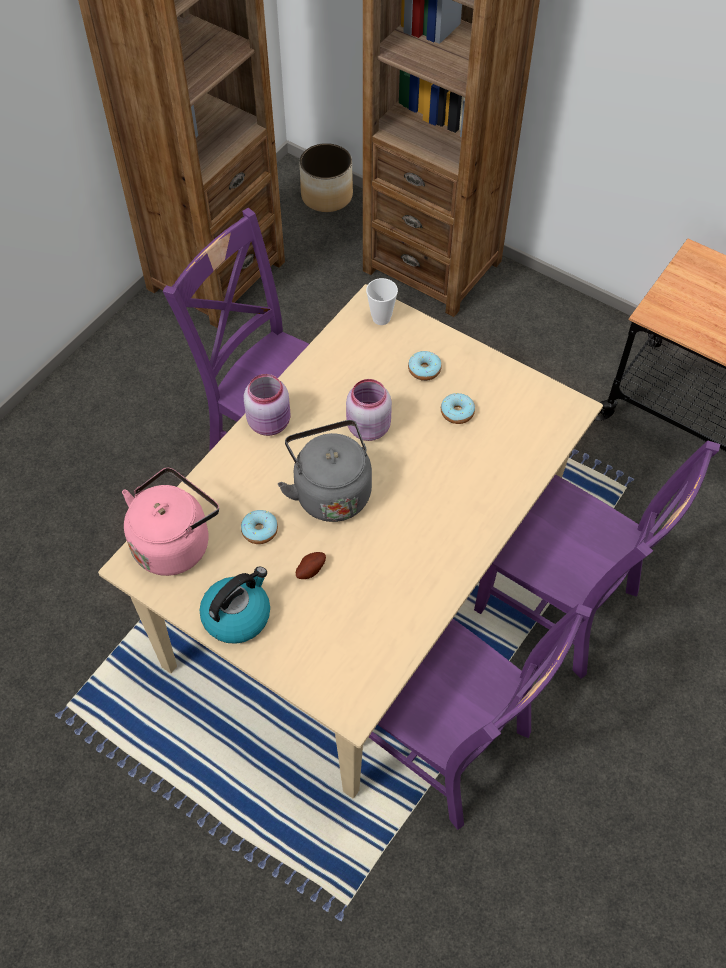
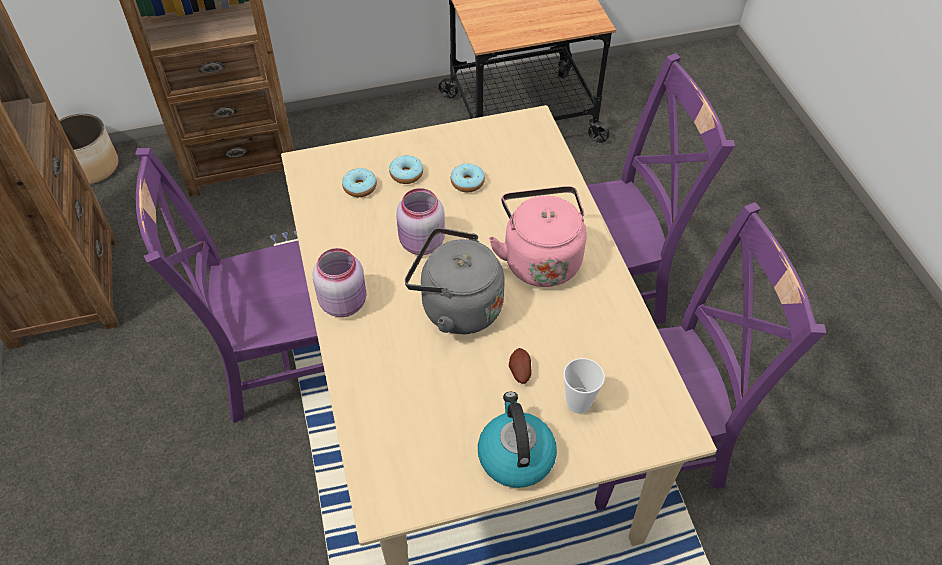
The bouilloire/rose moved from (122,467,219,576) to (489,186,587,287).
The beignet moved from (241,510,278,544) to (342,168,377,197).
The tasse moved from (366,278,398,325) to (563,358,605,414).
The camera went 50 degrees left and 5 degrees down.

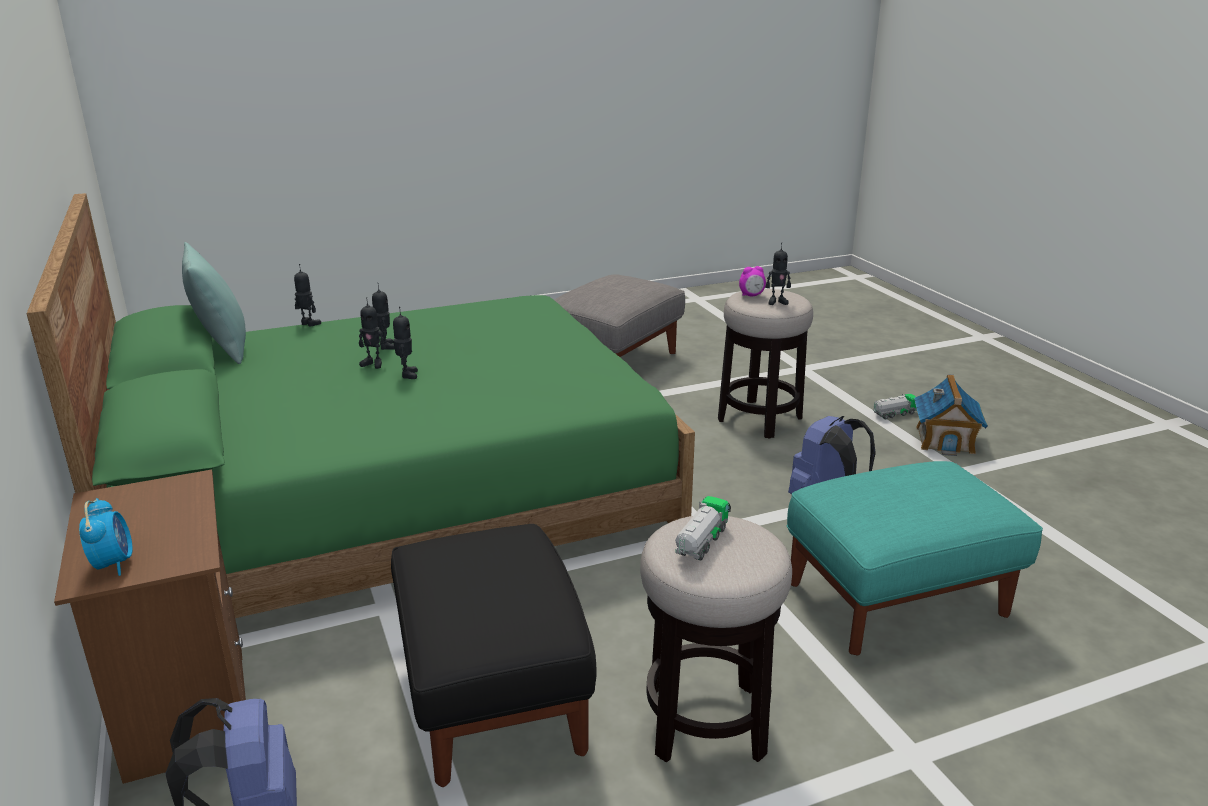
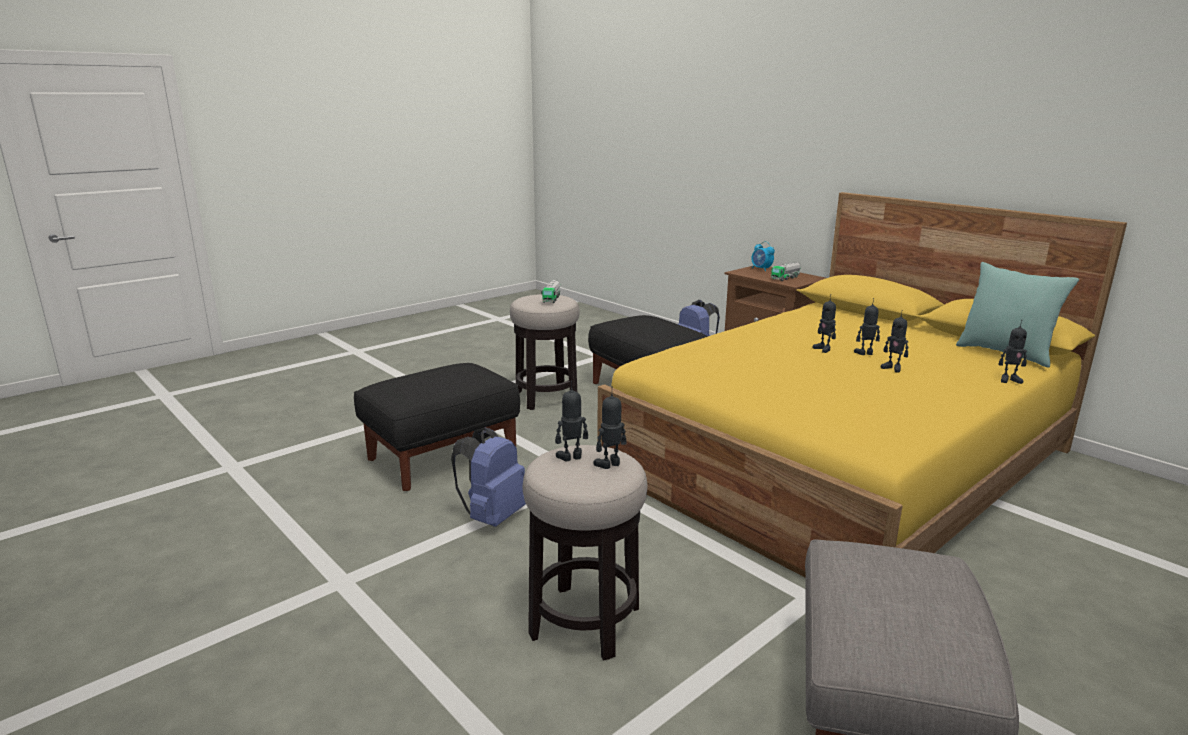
The maison miniature at (914,374,988,456) disappeared.
The camion jouet moved from (873,394,917,420) to (771,262,801,281).
The réveil at (739,266,766,296) was replaced by the robot jouet at (593,386,626,469).
The lit/vert at (27,193,695,618) became the lit/jaune at (597,192,1127,577).
The pouf/turquoise at (787,461,1043,655) became the pouf/noir at (354,363,520,491).
The camera went 160 degrees right and 5 degrees down.

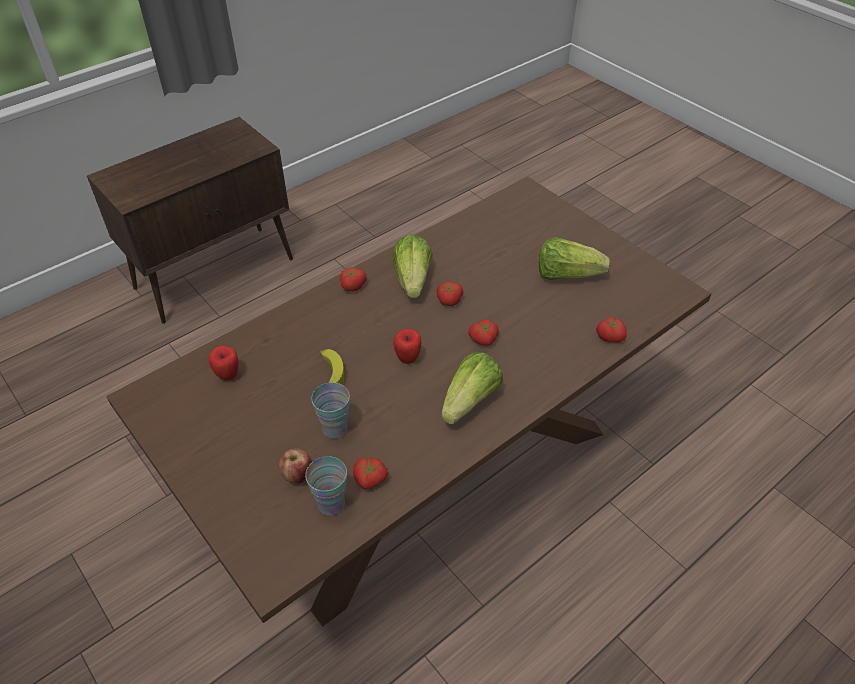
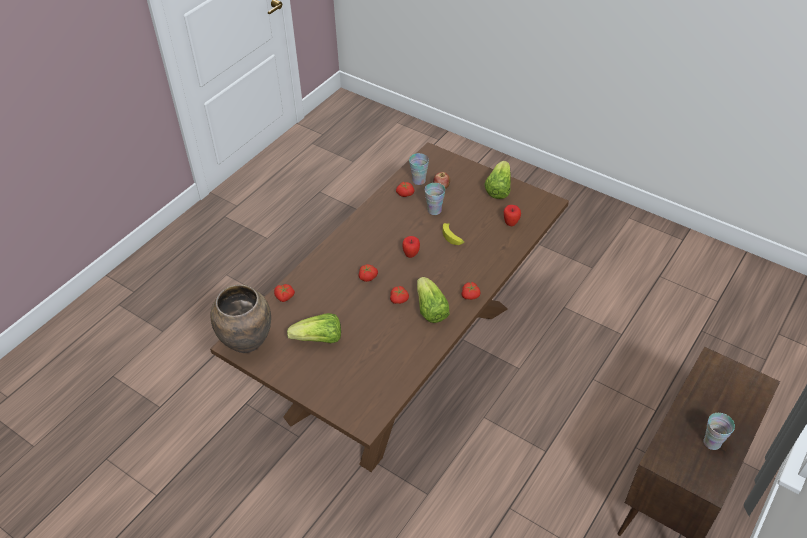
The vase/marron at (211,285,271,353) appeared.
The tasse at (703,413,735,450) appeared.
The laitue moved from (441,352,503,424) to (484,161,511,199).
The camera went 165 degrees right and 0 degrees up.

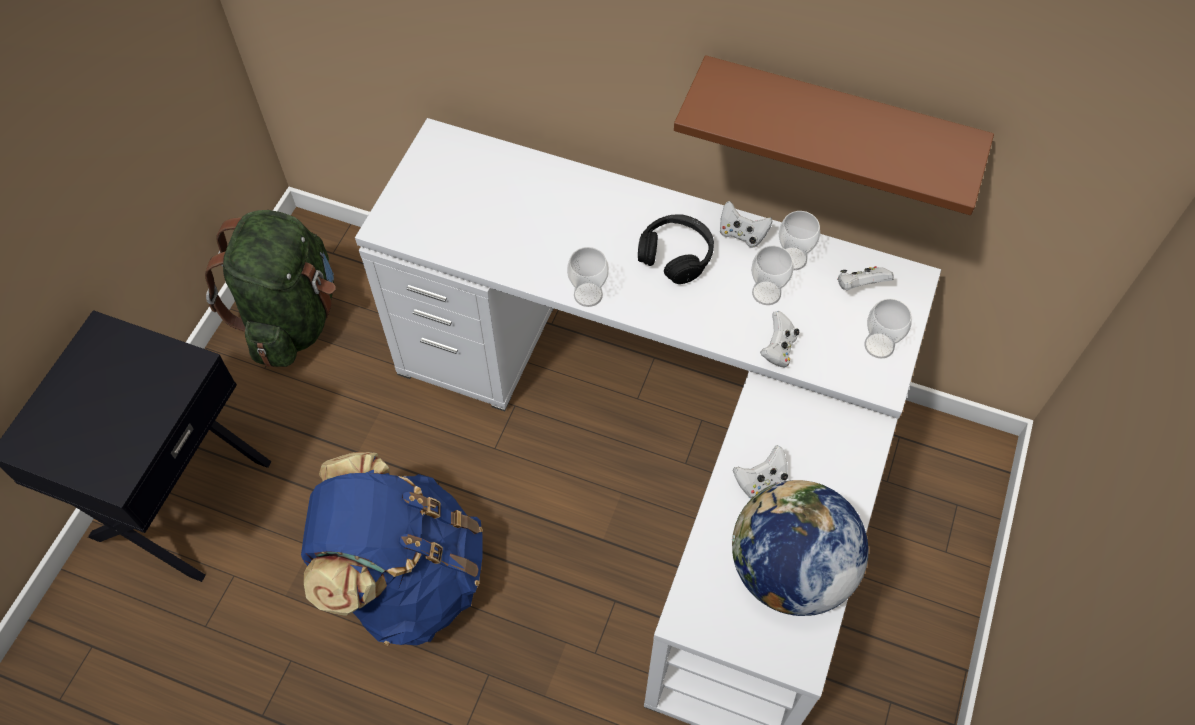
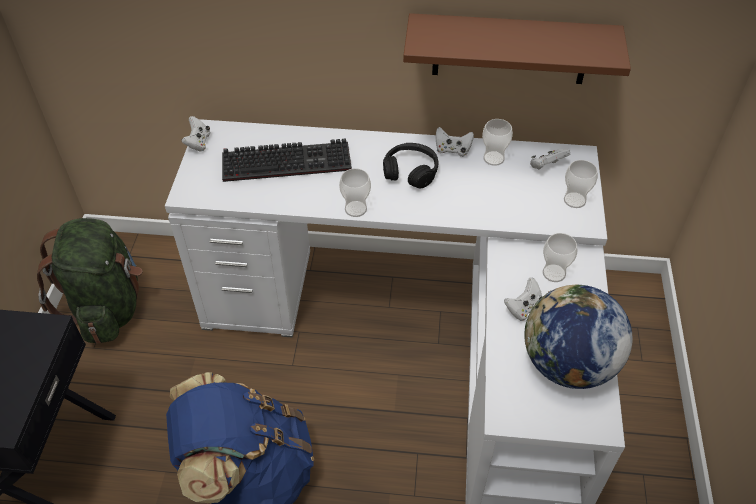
The clavier at (222,138,352,182) appeared.
The tasse moved from (751,246,794,305) to (543,233,577,282).
The manette/blanc moved from (760,311,799,368) to (181,116,210,151).
The camera went 15 degrees left and 10 degrees down.

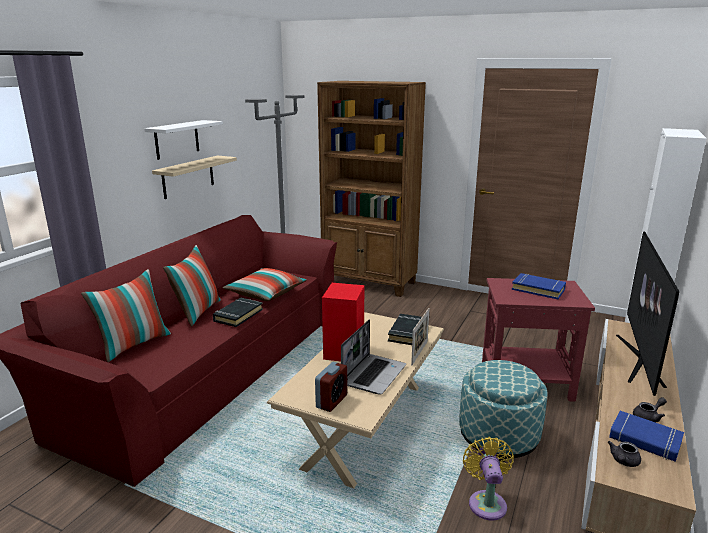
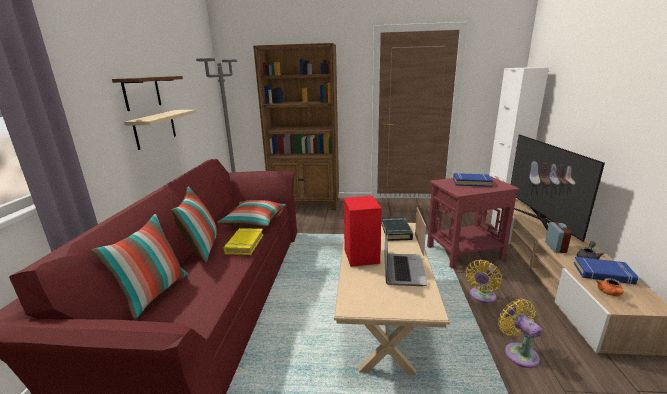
The réveil moved from (315,362,347,412) to (545,222,572,253).
The pouf at (459,360,547,462) was replaced by the ventilateur/jaune at (466,260,502,303).
The étagère/blanc at (144,120,223,160) became the étagère/marron at (112,76,183,111).
The livre/noir at (213,298,263,327) became the livre/jaune at (224,228,263,255).
The théière/gris at (608,441,641,467) became the théière/orange at (596,278,624,296).
The camera went 20 degrees left and 0 degrees up.

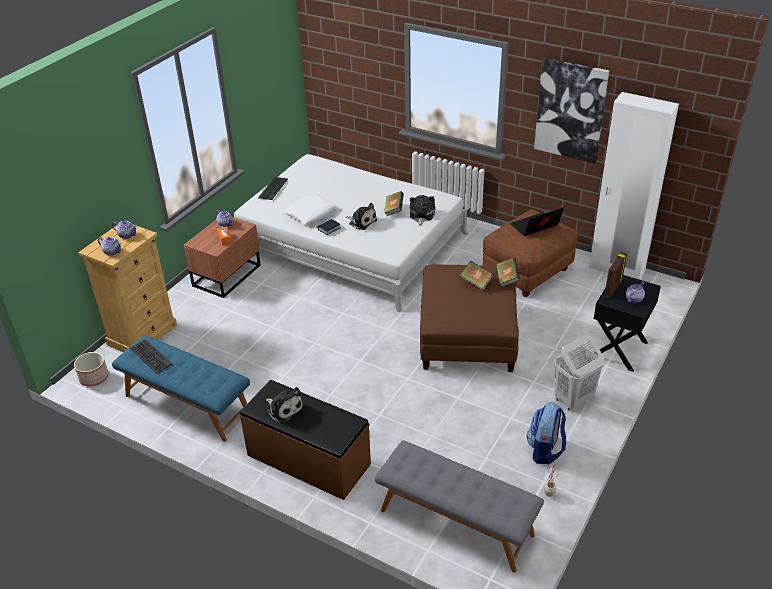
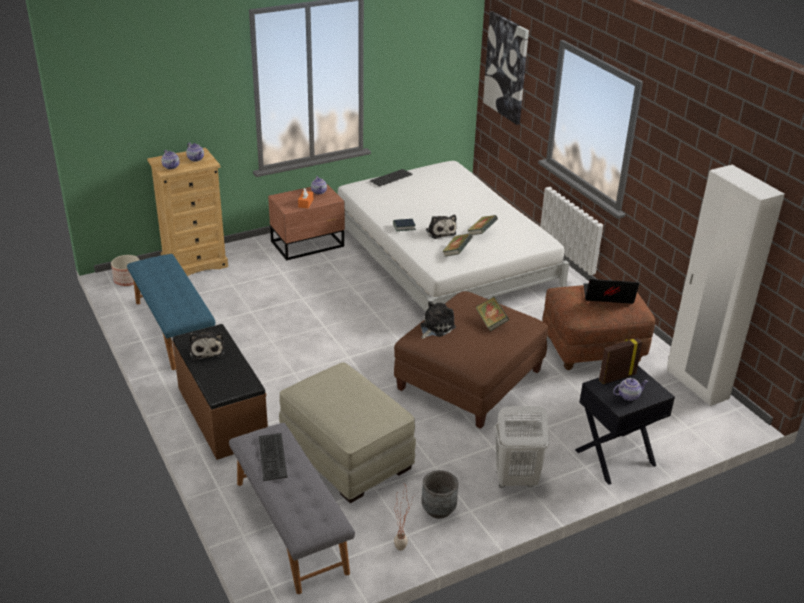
The coussin/blanc at (284,194,337,224) disappeared.
The pouf/beige at (279,362,416,503) appeared.
The clavier moved from (130,339,173,374) to (259,433,287,481).
The peluche moved from (410,195,435,226) to (420,301,456,339).
The livre moved from (496,257,520,287) to (442,234,473,257).
The tableau moved from (534,58,609,164) to (483,11,529,125).
The sac à dos at (527,402,566,464) was replaced by the cache-pot/gris at (422,470,458,519).
The camera went 30 degrees right and 5 degrees down.

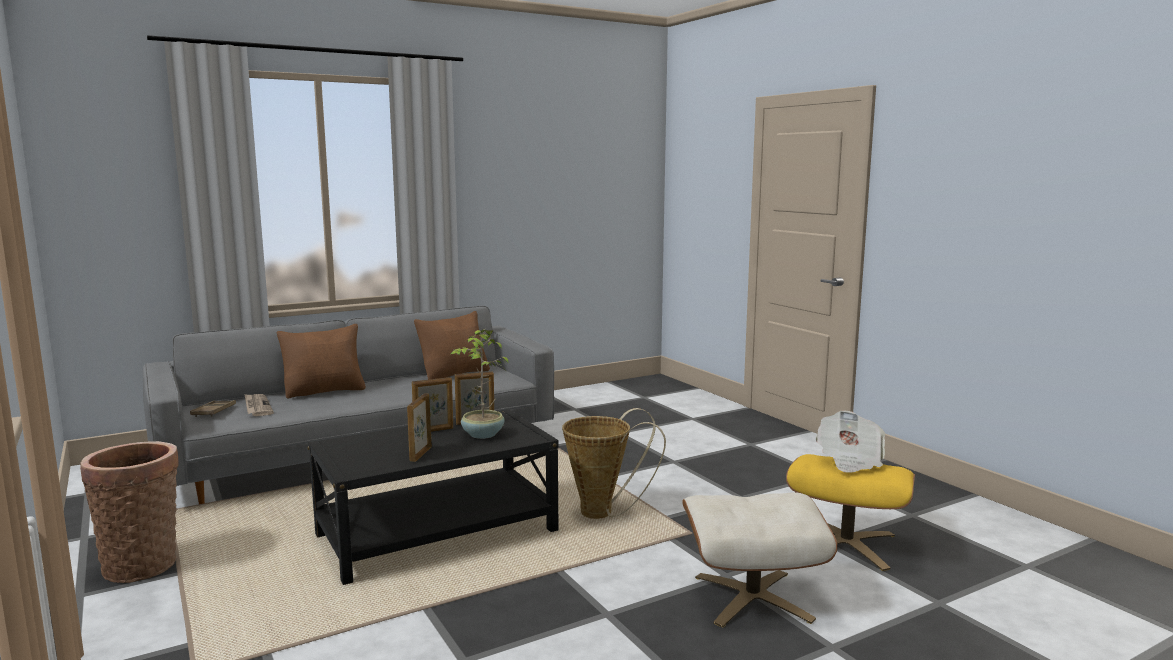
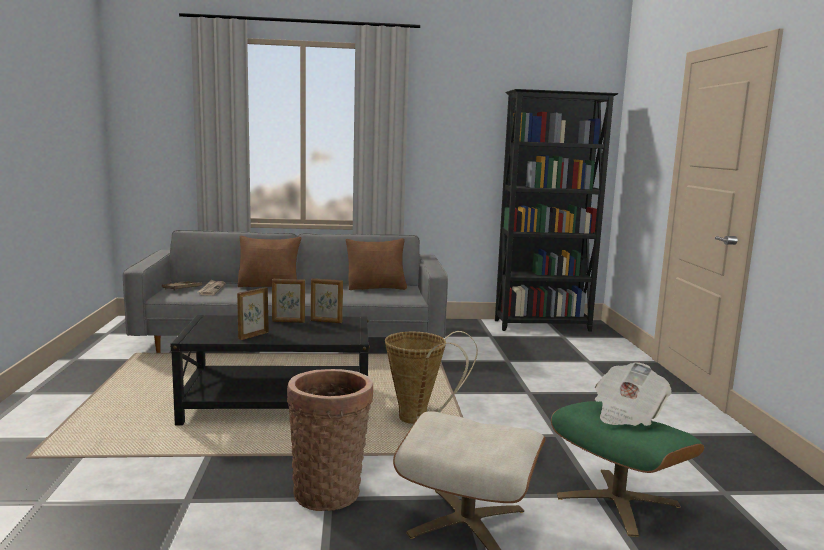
The plante en pot at (451,329,508,439) disappeared.
The bibliothèque/noir at (495,89,619,332) appeared.
The panier moved from (80,441,178,583) to (287,369,373,511).
The pouf/jaune at (786,454,915,571) became the pouf/vert at (551,401,704,537).
The camera went 25 degrees right and 0 degrees up.

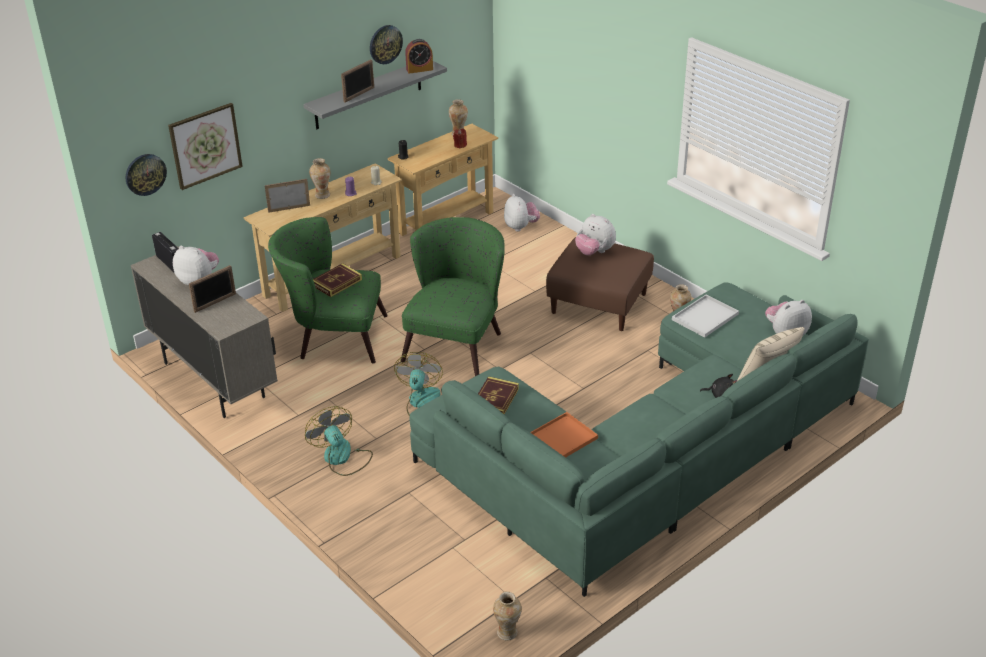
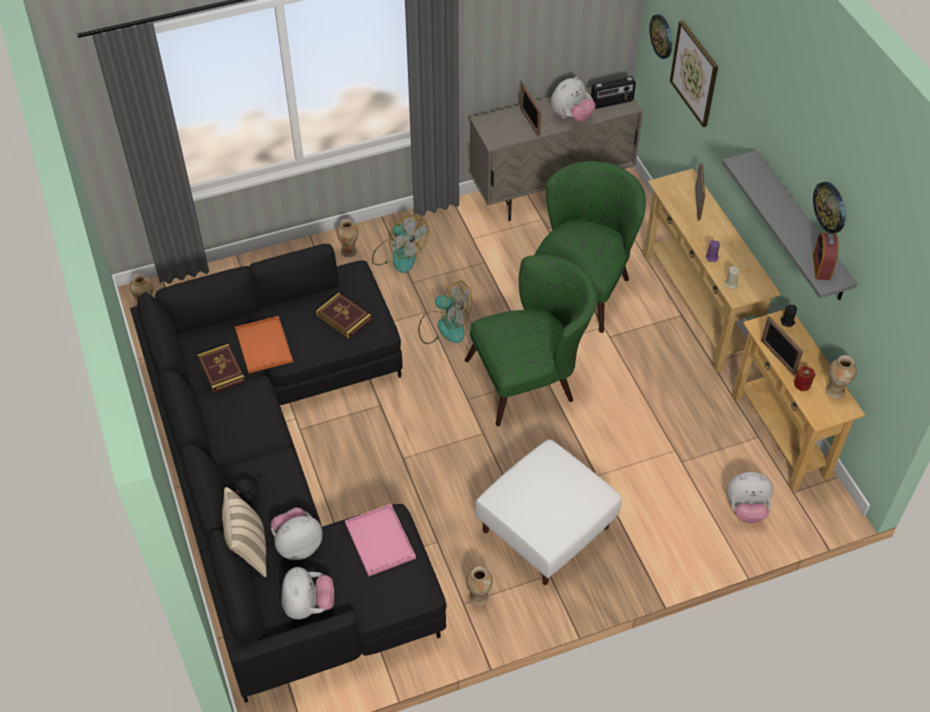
The vase moved from (309,158,330,199) to (336,219,359,257).
The livre moved from (313,263,362,297) to (197,344,245,393).
The cadre photo moved from (341,60,374,103) to (761,316,803,375).
The peluche moved from (575,214,616,255) to (271,508,323,560).
The canapé/vert at (410,282,869,597) became the canapé/noir at (130,244,446,703).
The pouf/marron at (546,237,654,331) became the pouf/blanc at (475,439,622,585).
The plateau/blanc at (672,294,739,337) became the plateau/rose at (345,504,416,576).
The ventilateur at (305,406,373,476) turned 60 degrees clockwise.
The fauteuil/vert at (401,217,505,376) turned 60 degrees counterclockwise.
The camera went 110 degrees right and 15 degrees up.

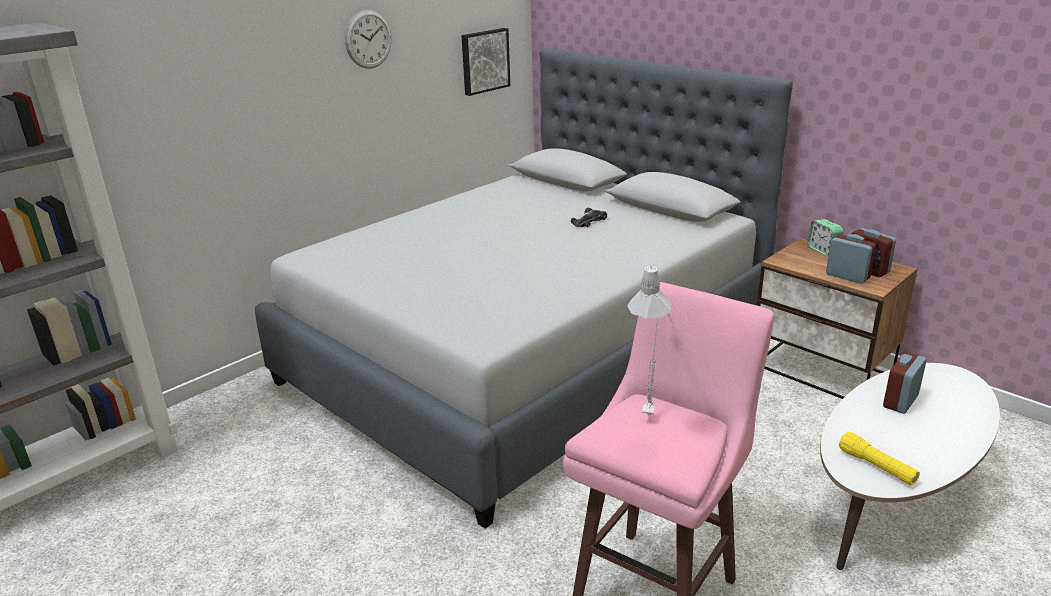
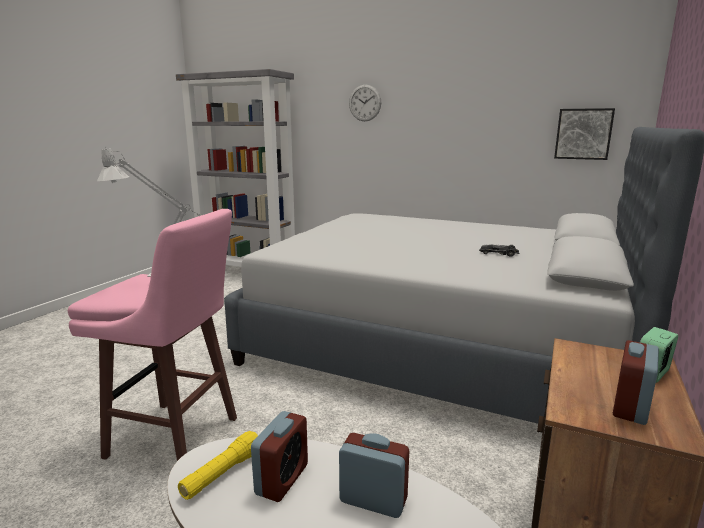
The horloge murale moved from (345,10,392,69) to (349,85,381,121).
The réveil moved from (826,234,876,284) to (251,411,308,502).
The camera went 70 degrees right and 10 degrees down.

